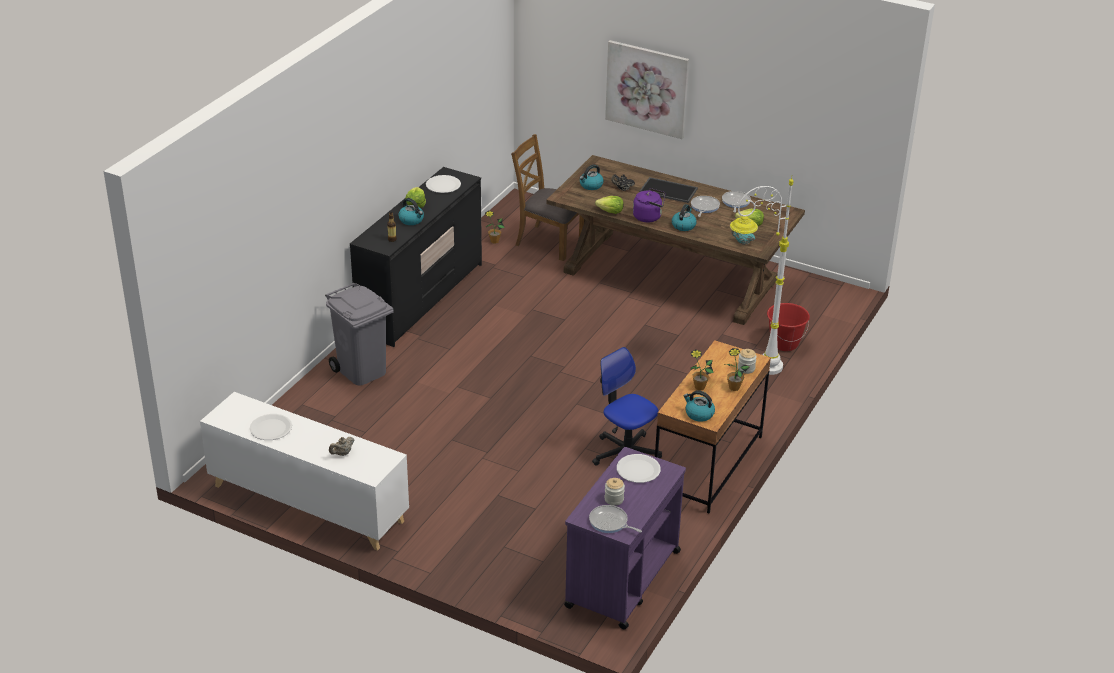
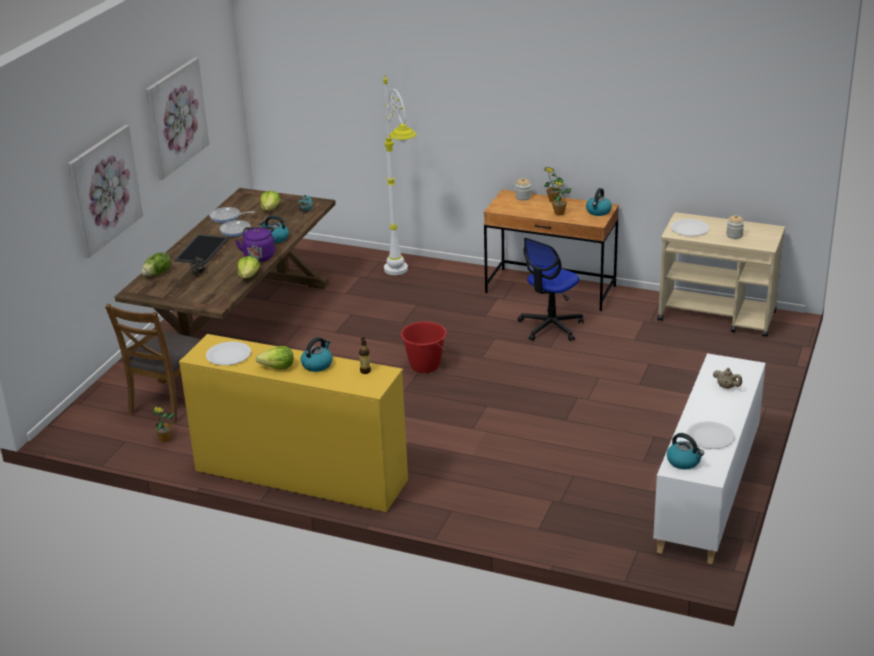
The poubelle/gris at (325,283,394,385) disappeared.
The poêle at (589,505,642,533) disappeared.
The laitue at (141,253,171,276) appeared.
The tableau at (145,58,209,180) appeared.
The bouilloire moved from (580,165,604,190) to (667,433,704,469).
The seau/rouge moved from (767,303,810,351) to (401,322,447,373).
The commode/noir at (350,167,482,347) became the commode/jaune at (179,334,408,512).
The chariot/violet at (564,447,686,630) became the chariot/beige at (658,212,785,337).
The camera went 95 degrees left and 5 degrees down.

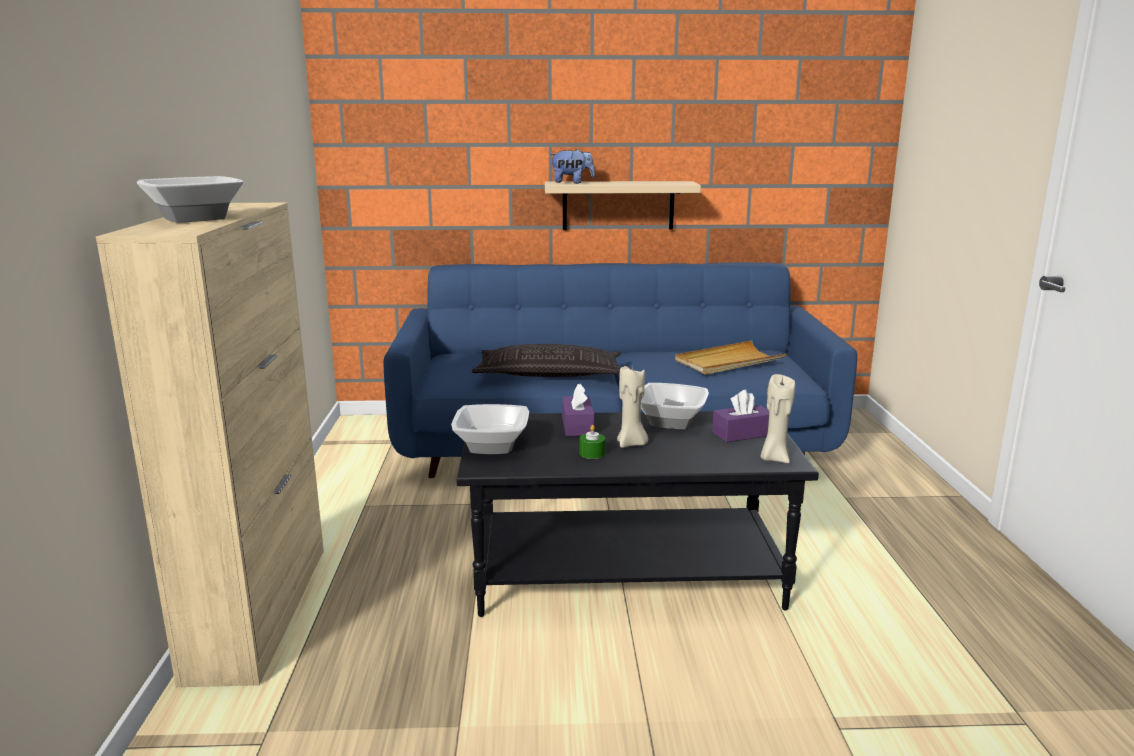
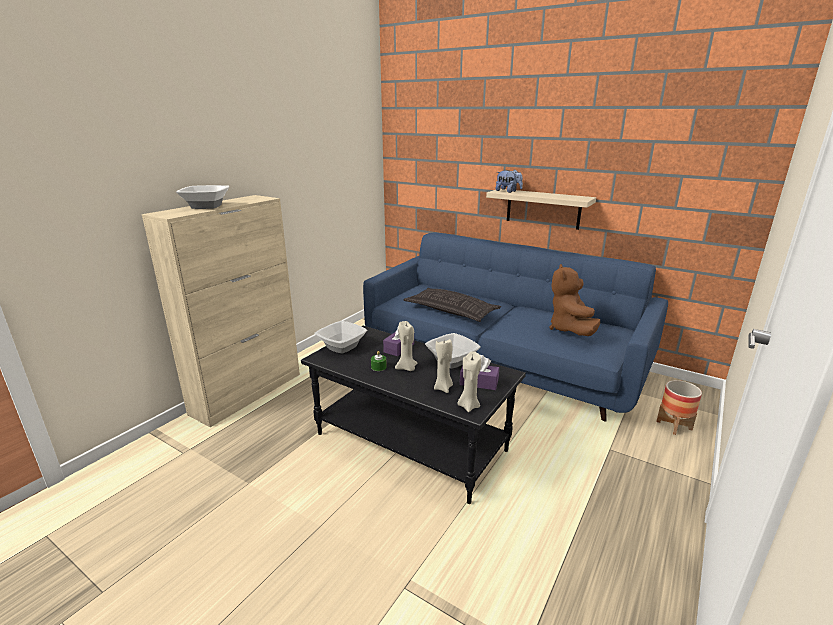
The bougie/beige at (434,339,453,393) appeared.
The cache-pot at (656,380,702,435) appeared.
The plateau/beige at (675,340,787,375) was replaced by the peluche/marron at (549,264,600,336).
The camera went 35 degrees right and 5 degrees up.

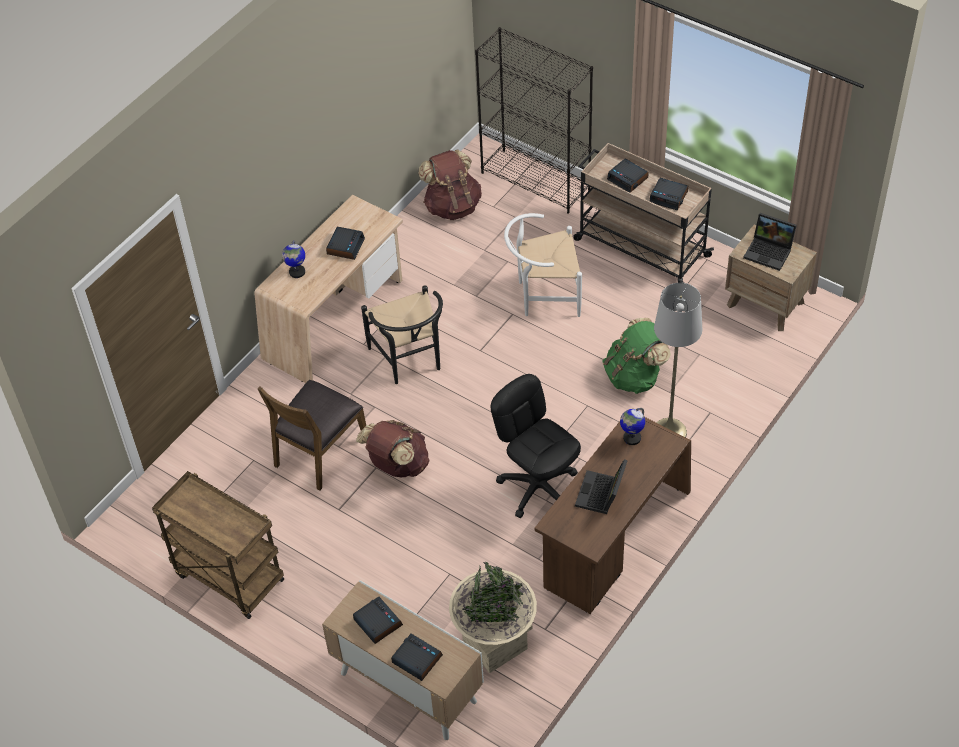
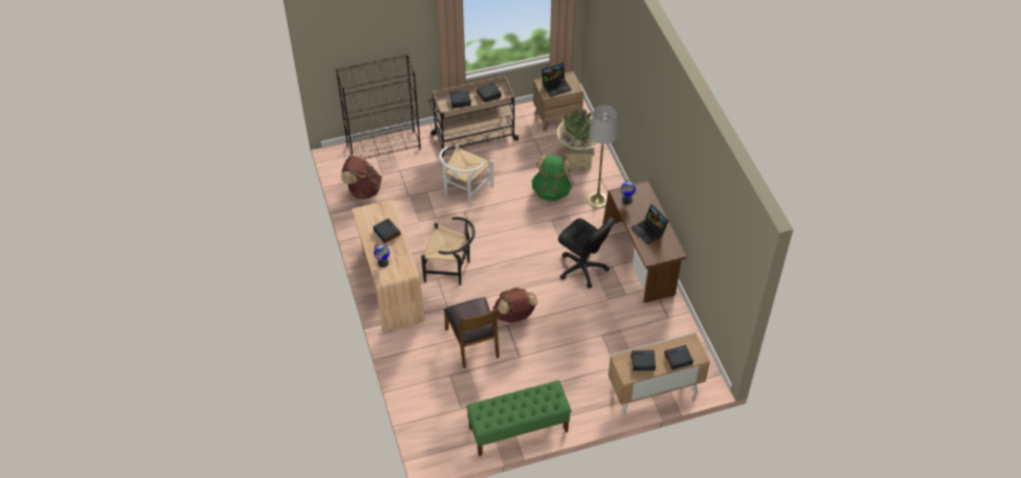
The cache-pot/beige moved from (449,562,537,673) to (557,109,599,170).
The chariot/marron at (152,471,284,619) was replaced by the banc/vert at (466,380,571,456).
The chaise de bureau/noir at (491,374,581,518) turned 135 degrees counterclockwise.
The camera went 55 degrees left and 0 degrees up.

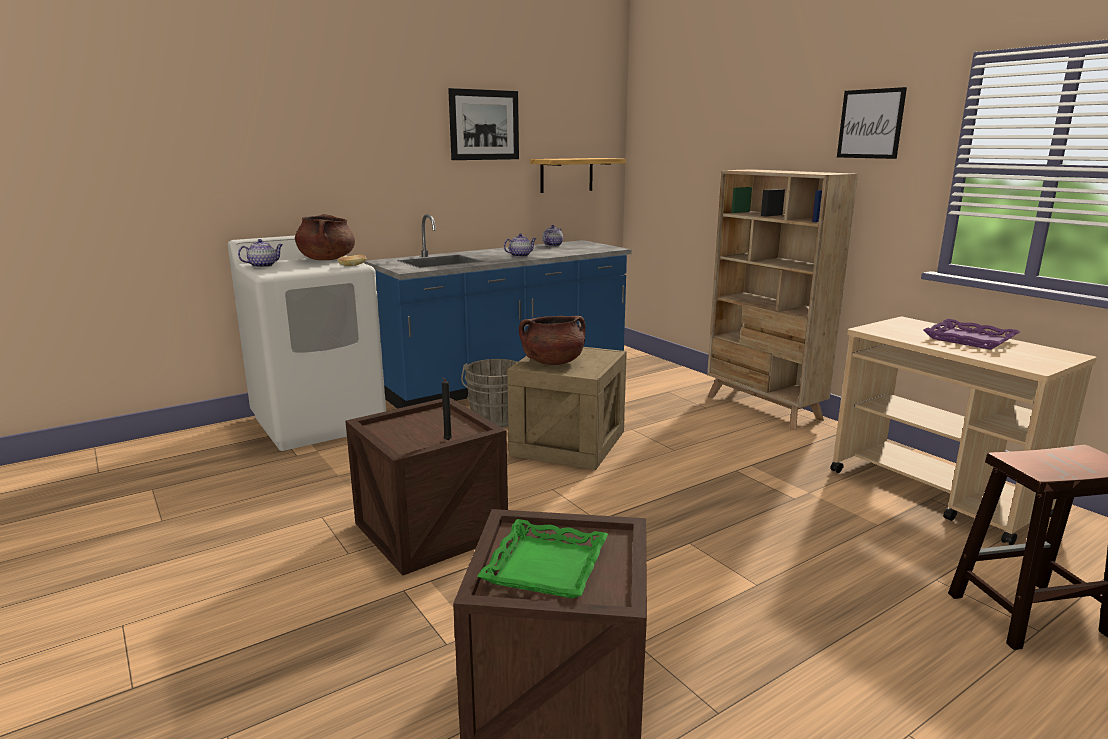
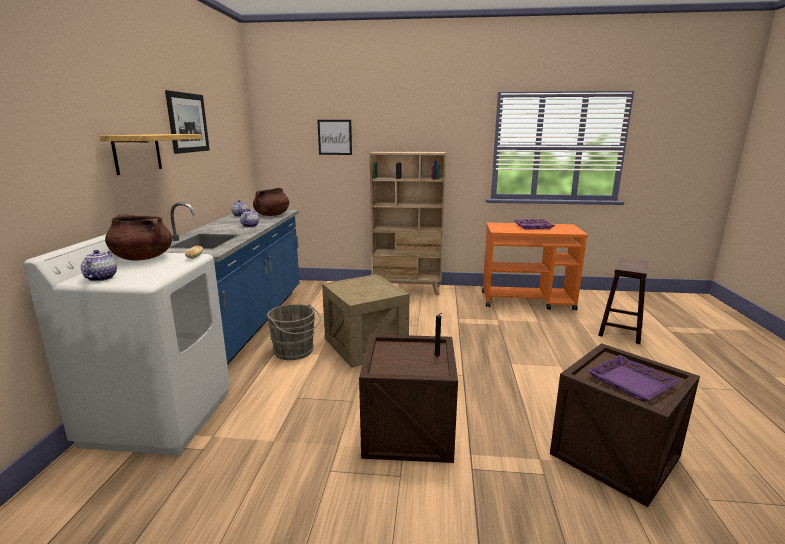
The marmite/marron moved from (519,316,586,365) to (253,188,289,216).
The étagère moved from (530,158,626,193) to (99,134,202,175).
The tableau moved from (837,87,907,159) to (317,120,352,155).
The plateau/vert at (477,519,608,598) became the plateau/violet at (587,355,681,402).
The chariot/beige at (830,317,1097,545) became the chariot/orange at (482,223,588,311).
The camera went 50 degrees left and 0 degrees up.

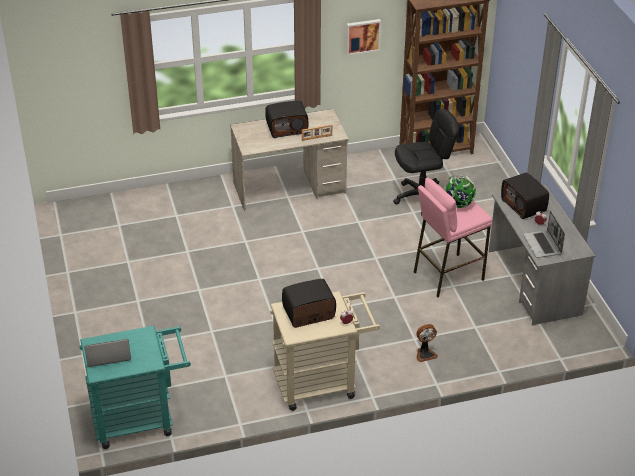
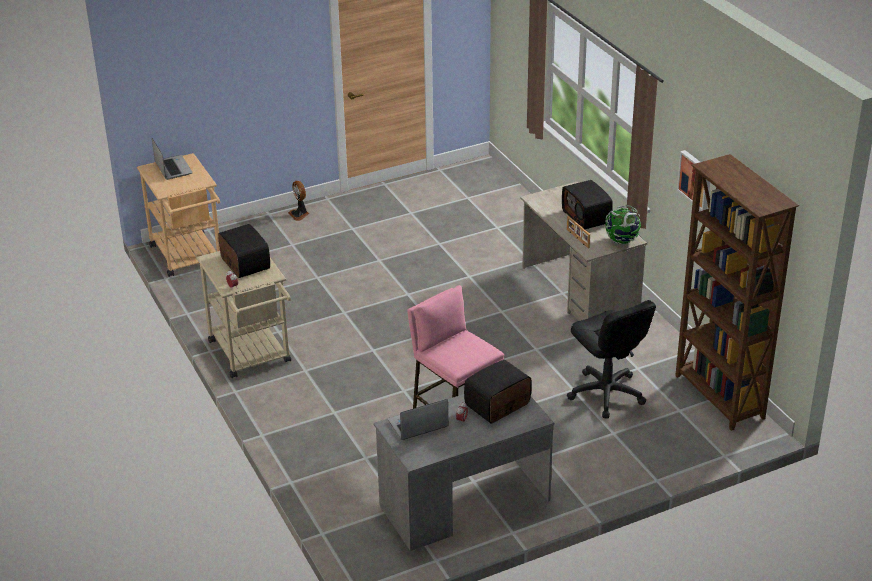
The ventilateur moved from (416,324,438,362) to (288,181,309,221).
The globe moved from (445,175,477,208) to (605,205,641,245).
The chariot/turquoise at (80,326,191,449) became the chariot/beige at (137,153,220,277).
The camera went 80 degrees right and 5 degrees down.

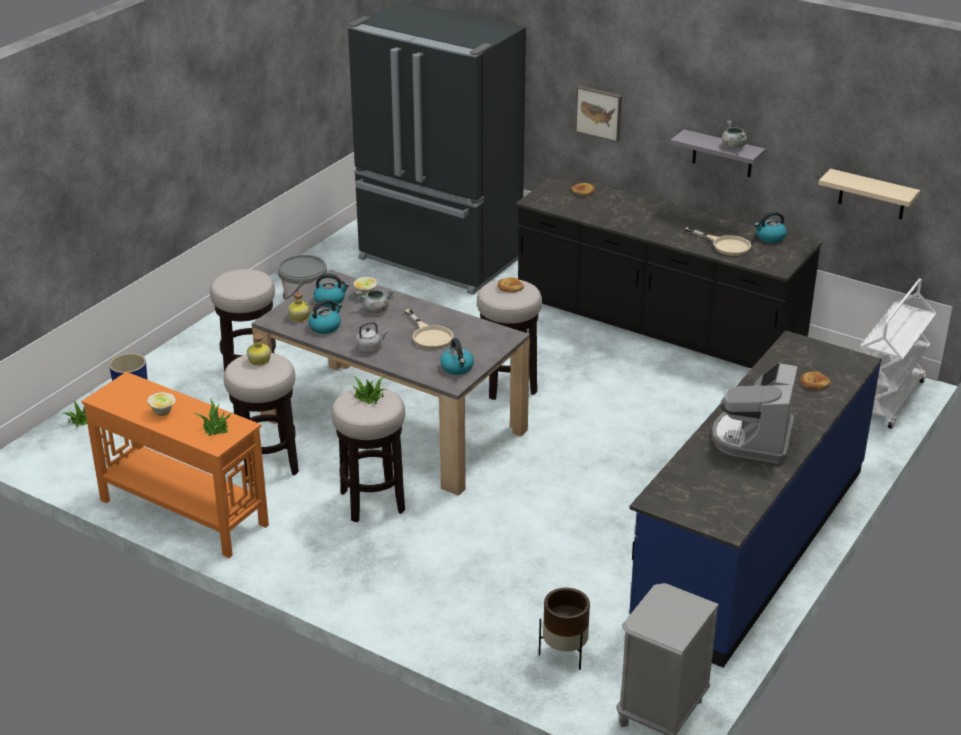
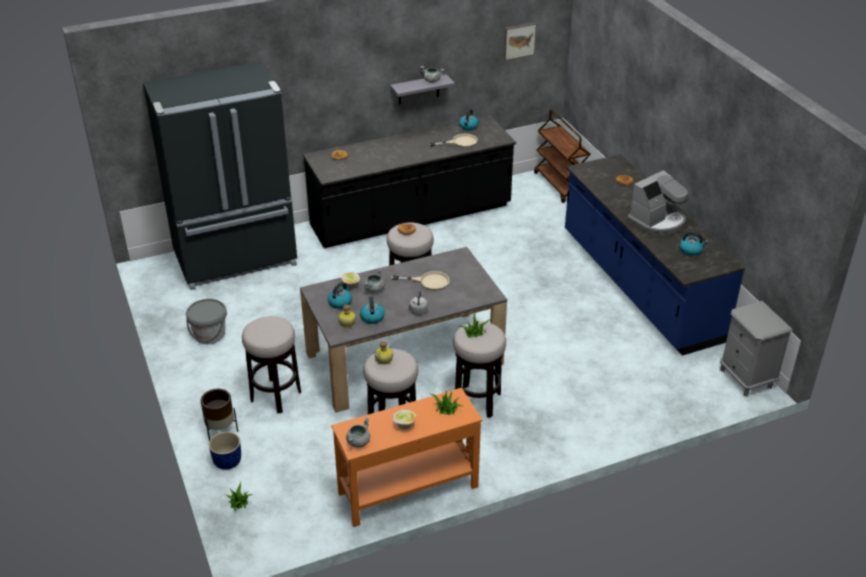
The étagère/beige at (818,169,920,220) disappeared.
The marmite/gris at (346,418,370,447) appeared.
The bouilloire moved from (440,338,474,375) to (680,231,708,256).
The cache-pot/marron moved from (539,588,590,670) to (201,389,238,441).
The tableau moved from (575,86,622,142) to (503,22,537,60).
The chariot/blanc at (860,278,937,429) became the chariot/marron at (534,110,591,203).
The machine à café at (712,362,797,464) turned 90 degrees counterclockwise.
The camera went 55 degrees left and 5 degrees up.

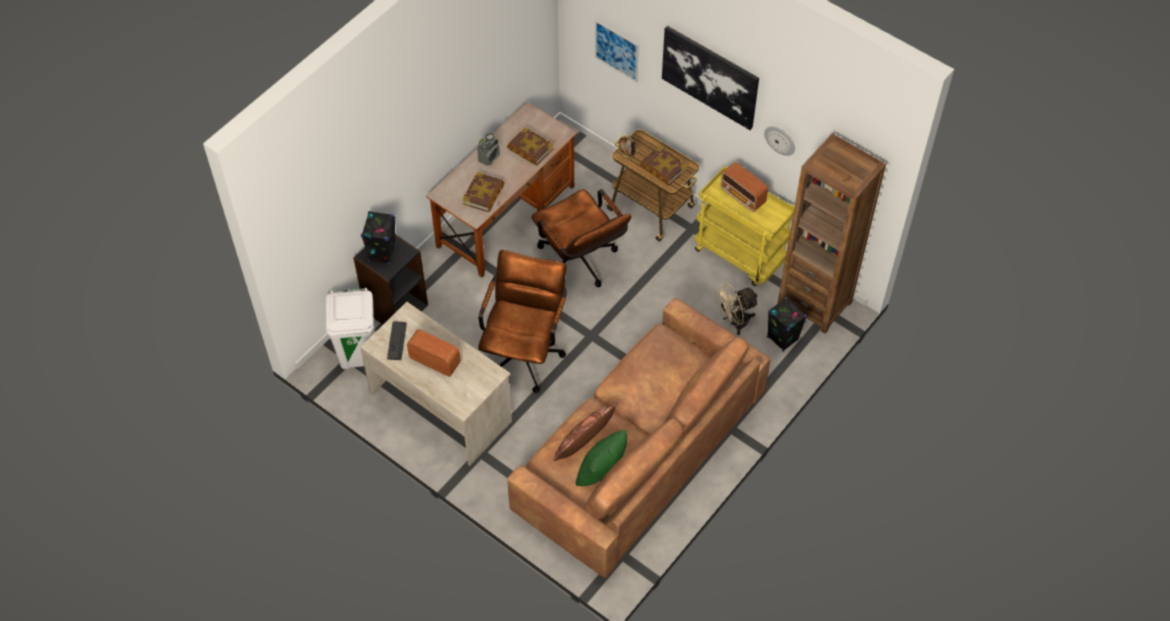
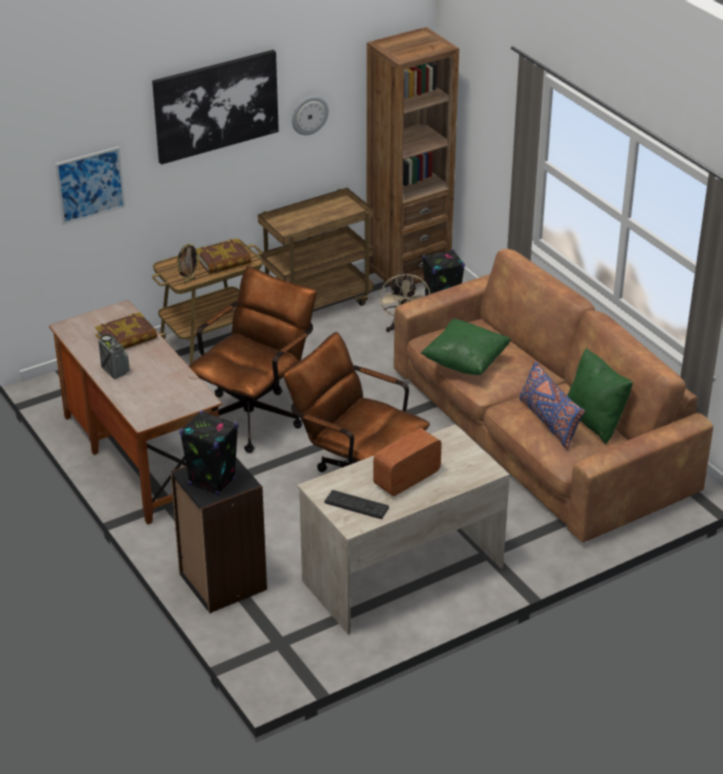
The poubelle/blanc at (326,288,378,369) disappeared.
The livre at (462,172,505,212) disappeared.
The radio at (720,162,768,212) disappeared.
The coussin/vert at (421,319,511,375) appeared.
The coussin/marron at (554,404,617,461) became the coussin/bleu at (520,361,585,450).
The chariot/jaune at (695,166,794,286) became the chariot/marron at (258,188,374,310).
The chaise de bureau/marron at (531,189,632,287) turned 45 degrees counterclockwise.
The camera went 70 degrees left and 20 degrees down.

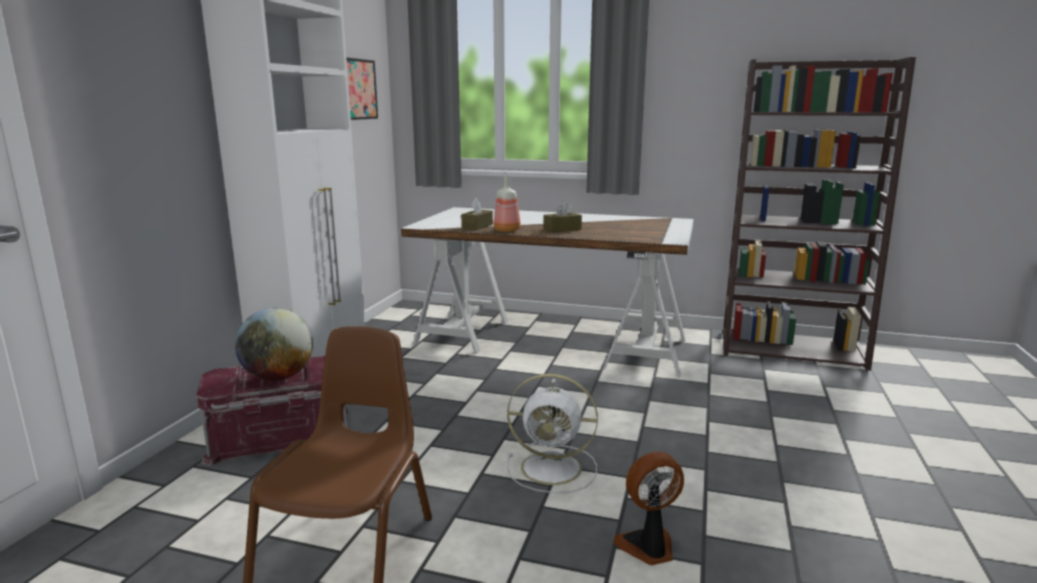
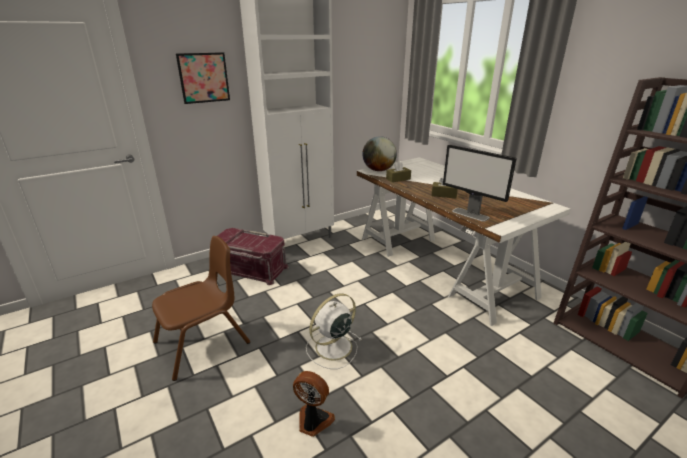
The bouteille at (493,175,521,232) disappeared.
The écran d'ordinateur at (443,145,517,222) appeared.
The globe moved from (235,308,313,381) to (362,136,397,171).
The tableau moved from (346,57,378,120) to (176,52,230,104).
The ventilateur/blanc at (507,374,598,493) turned 90 degrees clockwise.
The camera went 40 degrees right and 10 degrees up.

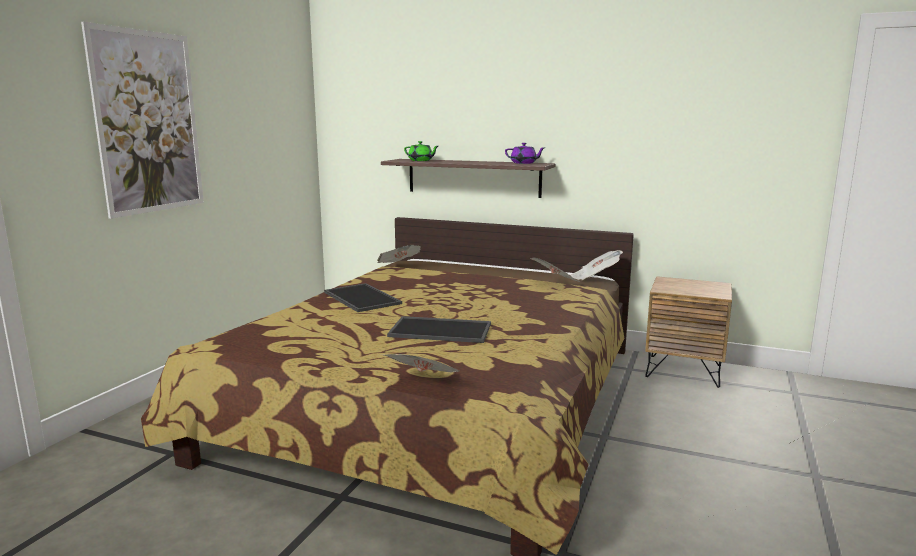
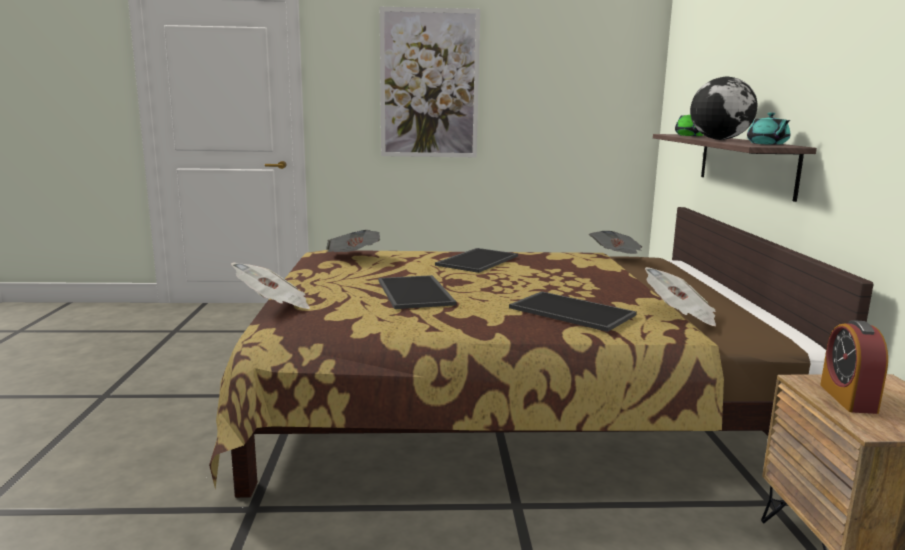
The plateau at (509,291,637,332) appeared.
The globe at (690,77,757,140) appeared.
The réveil at (820,320,888,414) appeared.
The journal moved from (570,250,623,280) to (326,230,380,252).
The théière/violet at (505,143,544,164) became the théière/turquoise at (747,113,790,145).
The camera went 65 degrees right and 0 degrees up.

